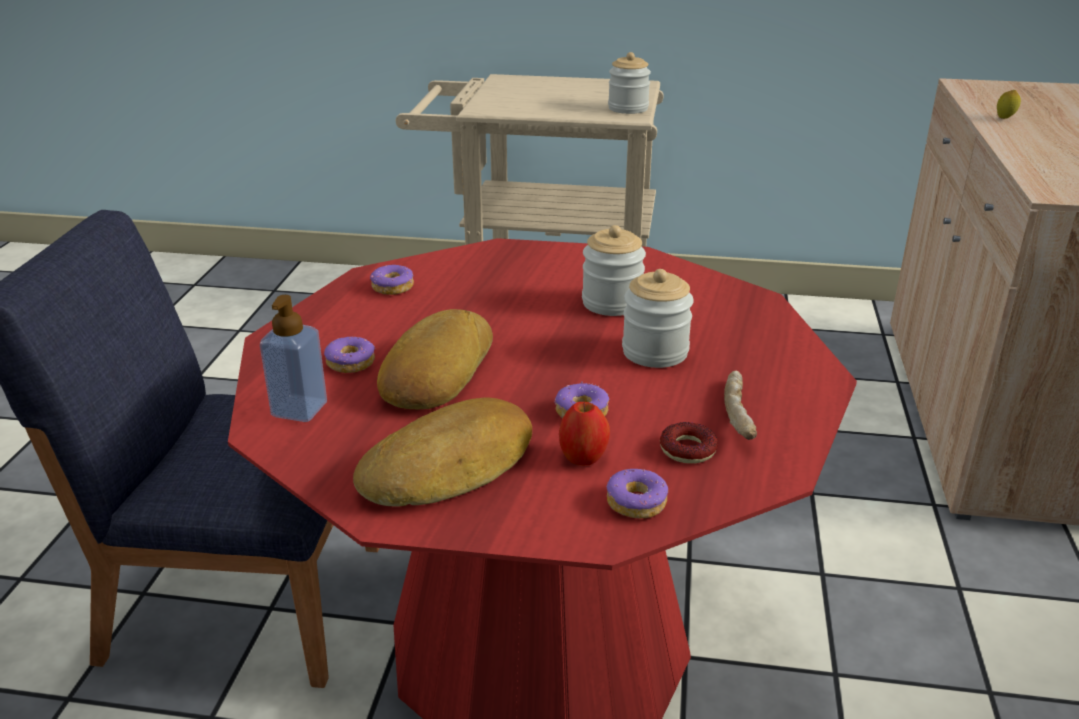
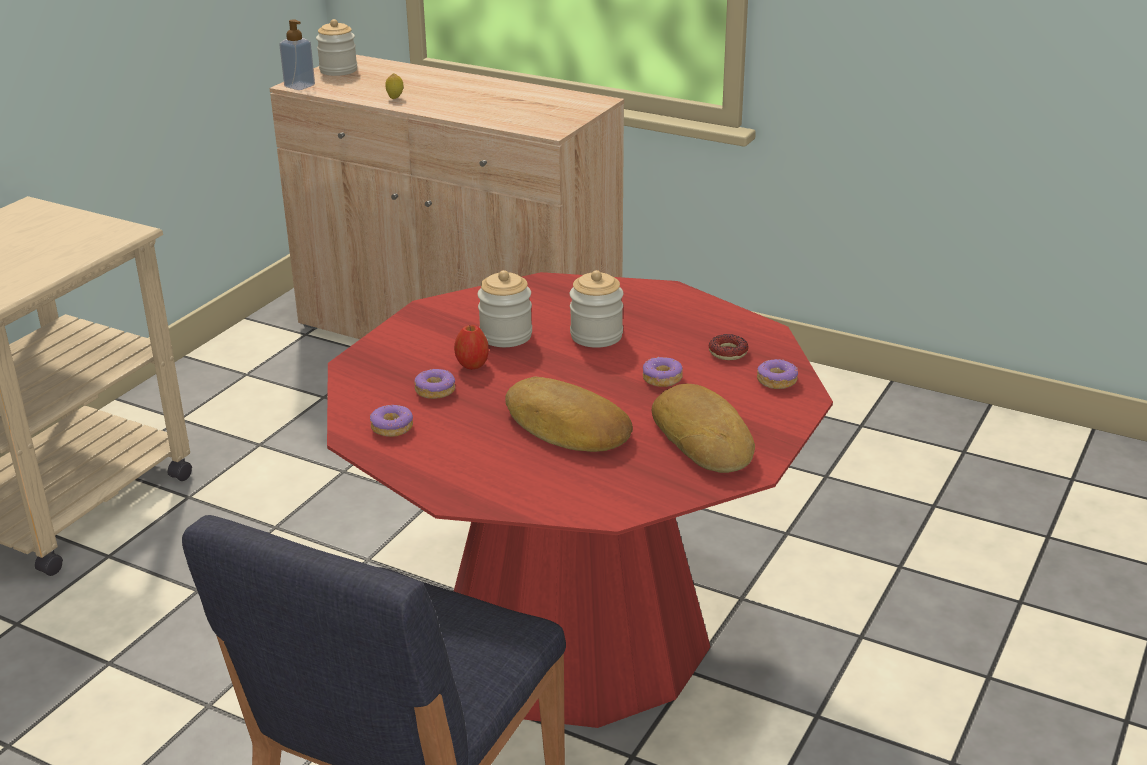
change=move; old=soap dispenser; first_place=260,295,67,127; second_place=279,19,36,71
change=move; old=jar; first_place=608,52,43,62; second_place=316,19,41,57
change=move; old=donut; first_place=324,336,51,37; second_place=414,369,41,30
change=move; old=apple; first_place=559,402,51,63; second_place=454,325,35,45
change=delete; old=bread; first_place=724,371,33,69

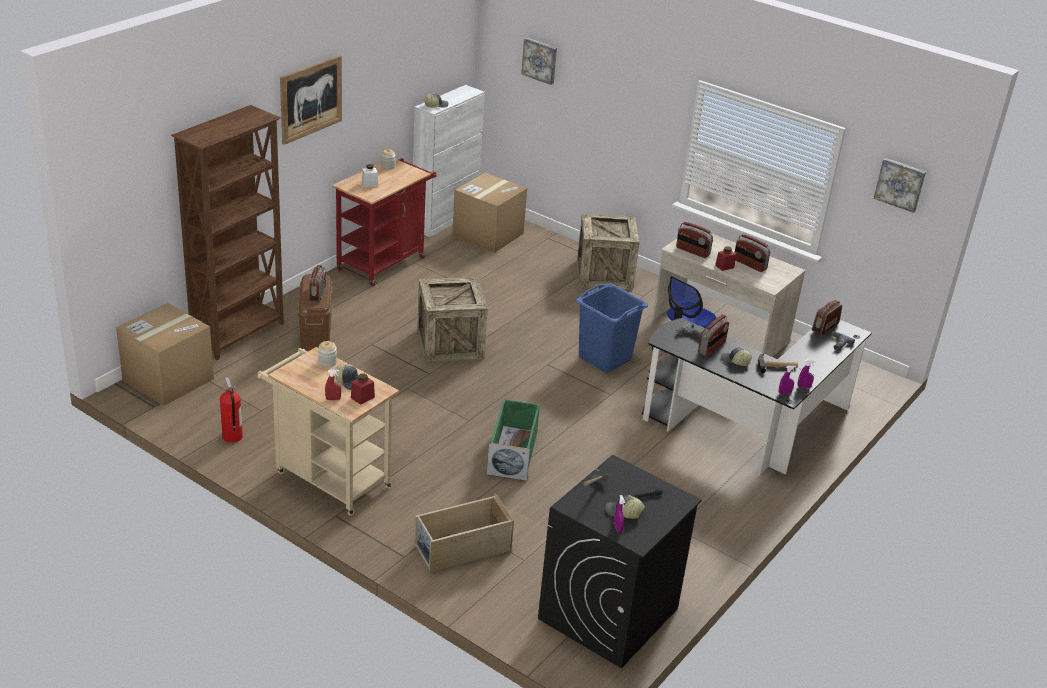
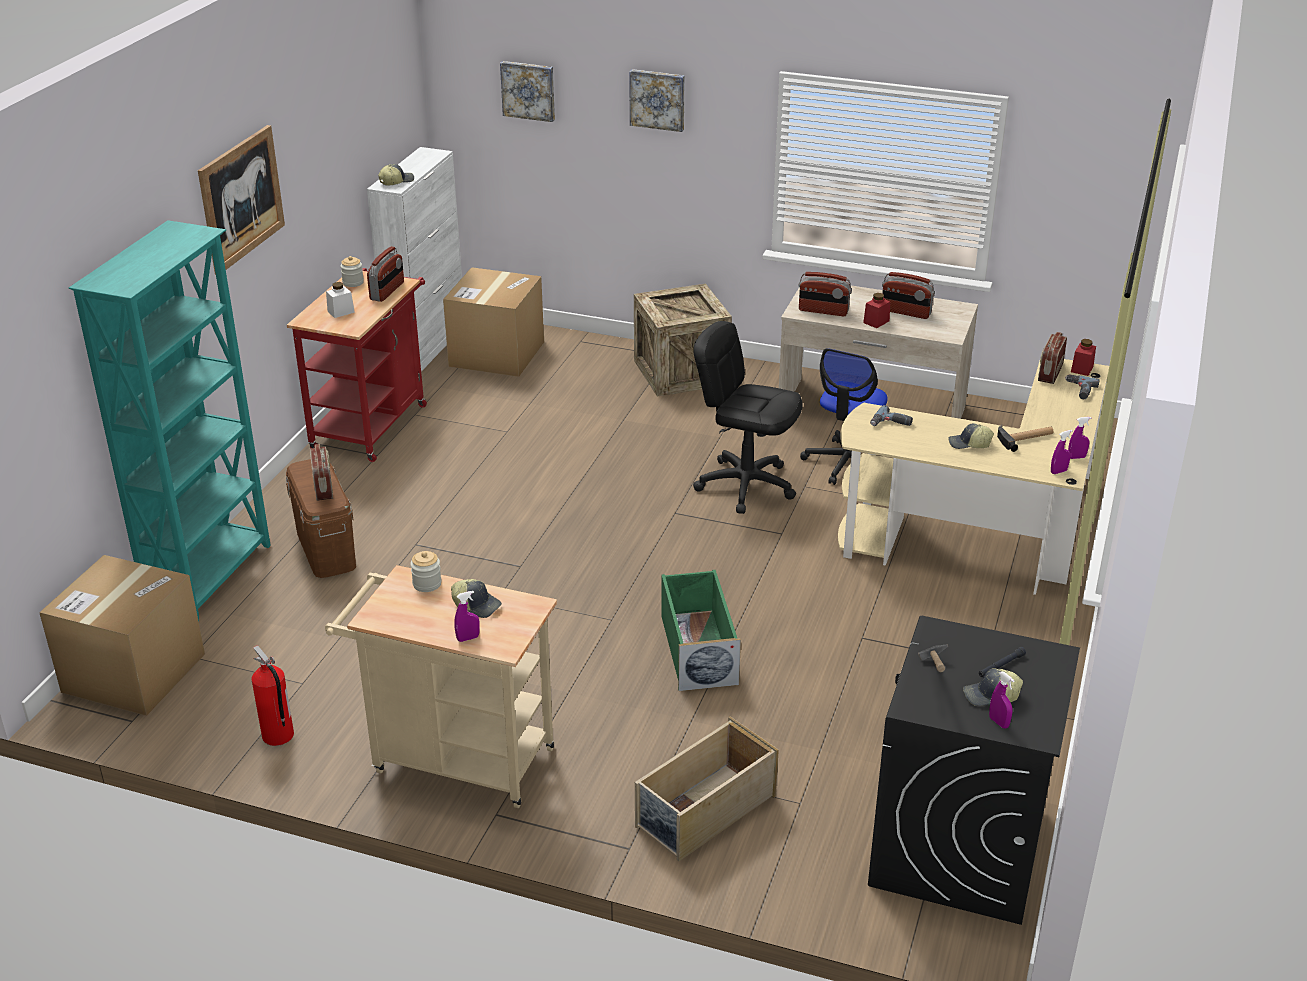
change=recolor; old=bookcase (brown); new=bookcase (turquoise); first_place=171,105,113,255; second_place=69,220,202,401
change=move; old=radio; first_place=698,314,31,42; second_place=367,246,37,56
change=recolor; old=spray bottle (red); new=spray bottle (purple); first_place=325,370,16,30; second_place=454,591,26,51
change=move; old=picture; first_place=874,158,52,55; second_place=629,69,56,63
change=replace; old=laundry basket (blue); new=office chair (black); first_place=575,284,74,89; second_place=693,321,110,193
change=recolor; old=desk (black); new=desk (beige); first_place=642,318,230,158; second_place=838,359,271,236
change=move; old=jar (red); first_place=351,373,24,32; second_place=1071,339,25,37
change=delete; old=crate; first_place=417,277,71,85

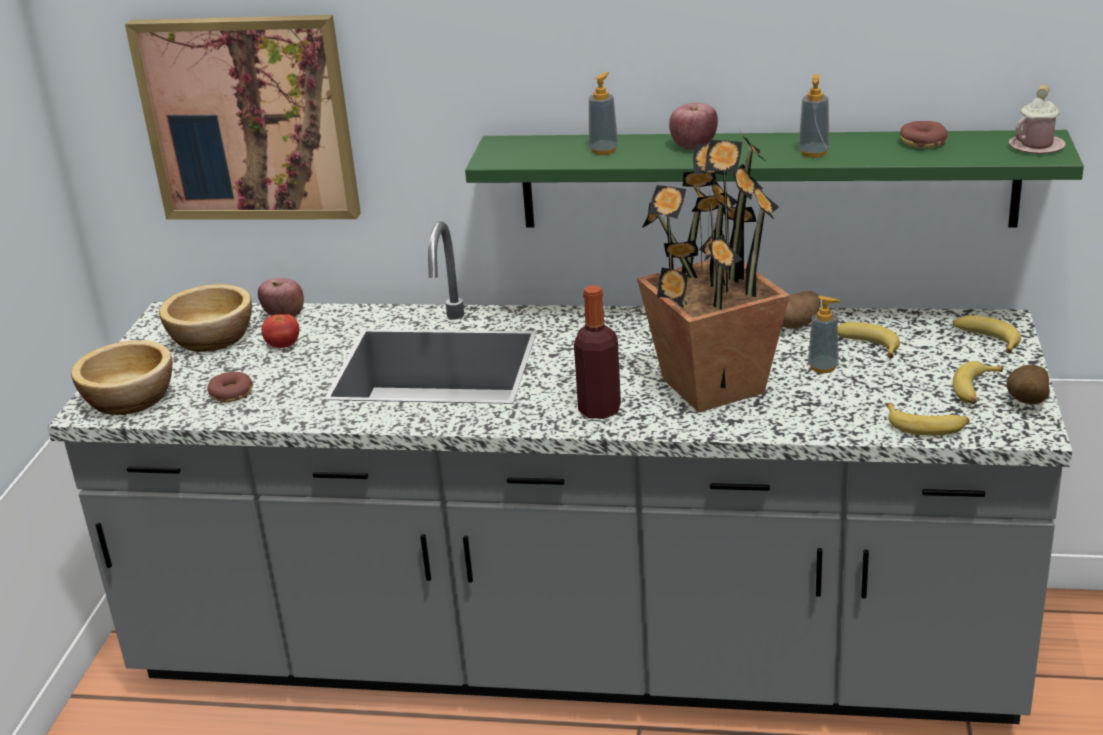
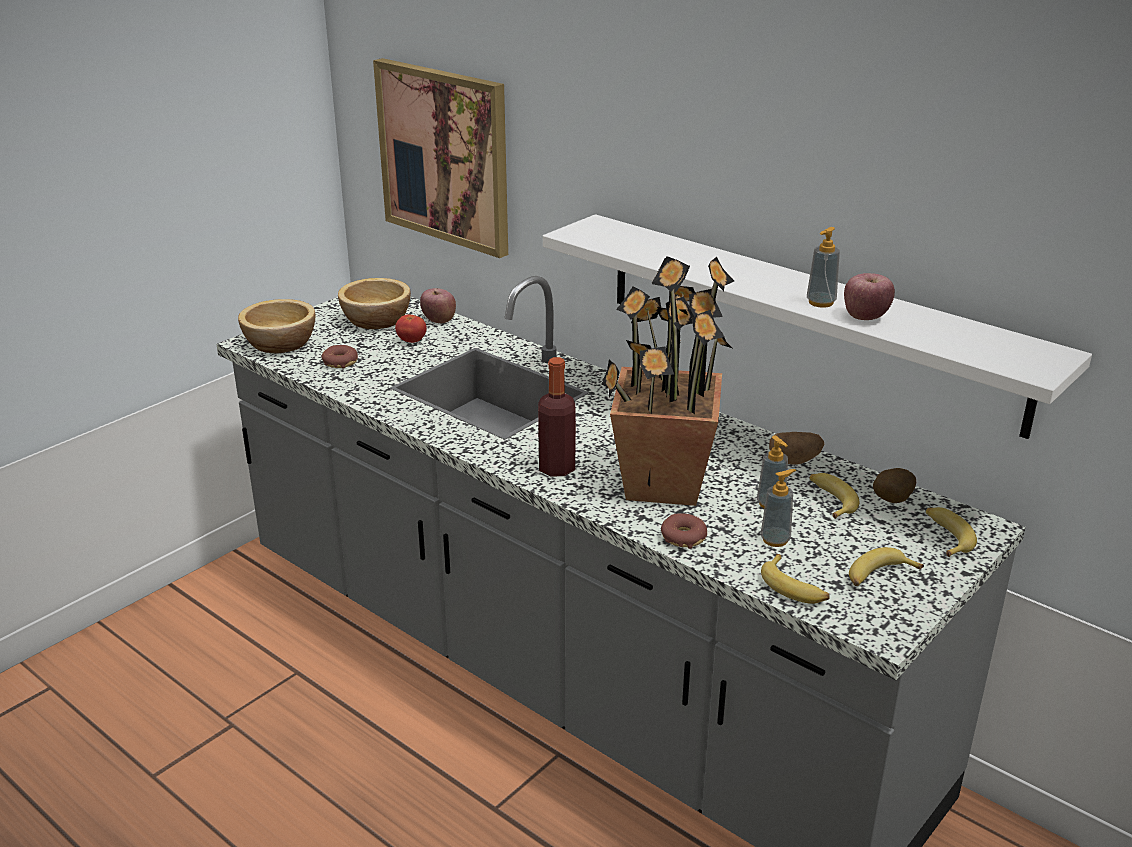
change=recolor; old=shelf (green); new=shelf (white); first_place=465,130,619,98; second_place=543,214,549,225
change=move; old=donut; first_place=900,121,48,27; second_place=661,513,46,36
change=move; old=soap dispenser; first_place=589,72,29,83; second_place=761,469,35,78
change=move; old=apple; first_place=669,103,49,46; second_place=844,273,51,47
change=move; old=potato; first_place=1006,365,44,39; second_place=873,468,43,35
change=delete; old=mug (pink); first_place=1009,84,57,70

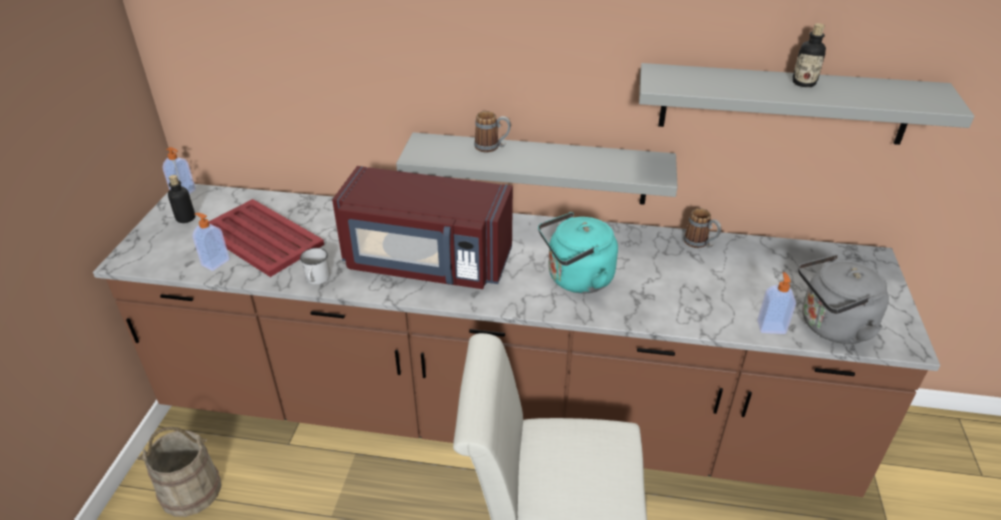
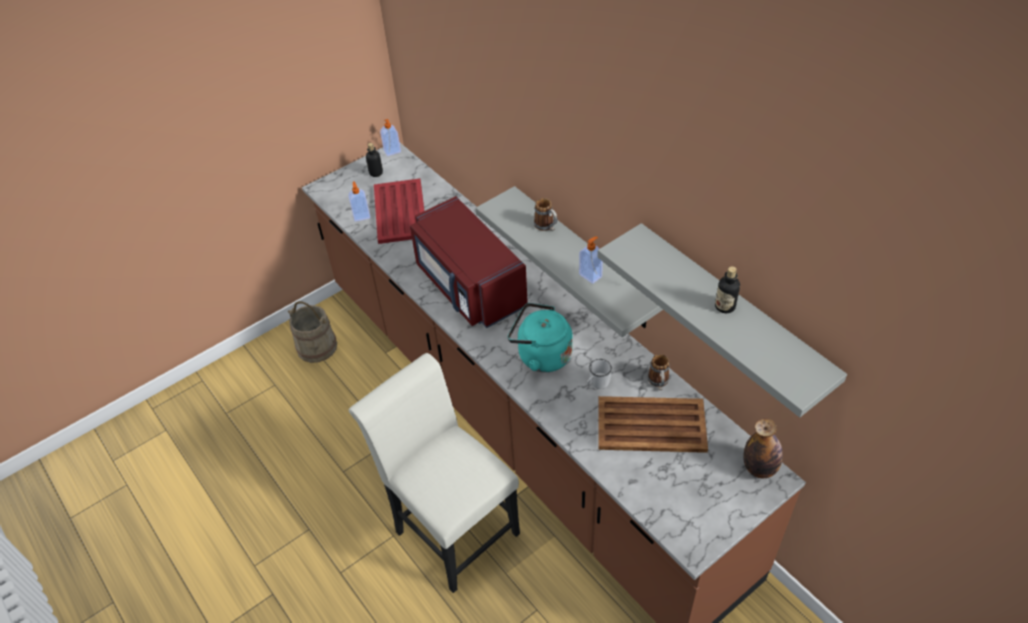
change=move; old=soap dispenser; first_place=757,272,39,62; second_place=579,237,24,47
change=move; old=mug (white); first_place=300,248,30,36; second_place=587,359,25,30
change=insert; new=tray (brown); second_place=598,396,110,57
change=insert; new=bottle; second_place=743,418,40,60
change=delete; old=kettle (grey); first_place=798,254,91,90

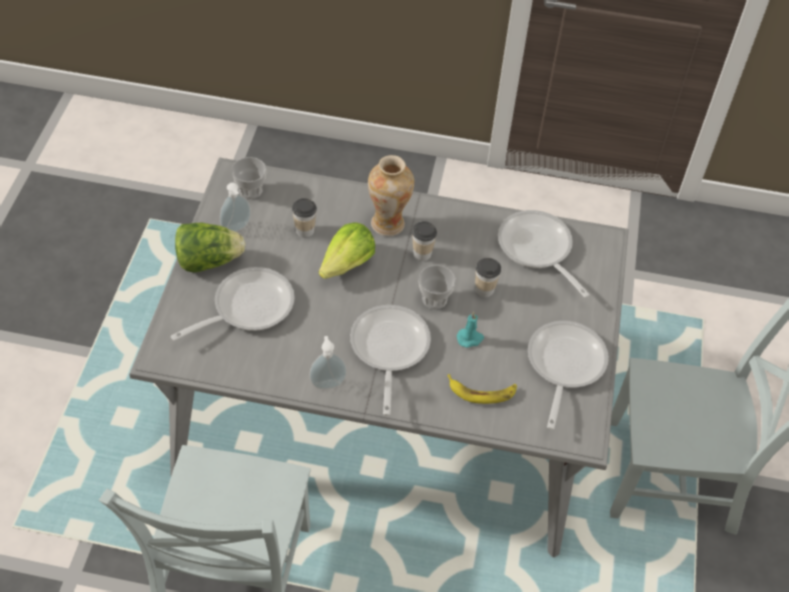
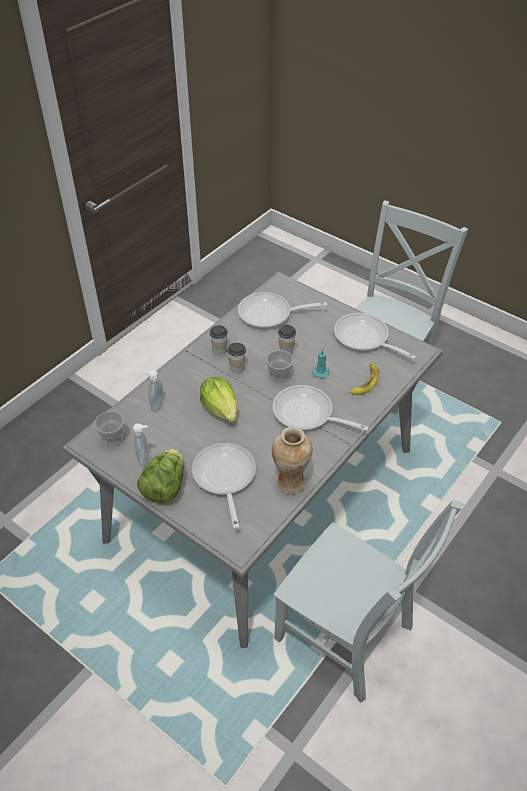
change=move; old=soap dispenser; first_place=309,336,38,53; second_place=144,370,20,42
change=move; old=cup; first_place=292,198,25,40; second_place=210,325,18,30
change=move; old=vase; first_place=368,155,46,81; second_place=272,427,41,67

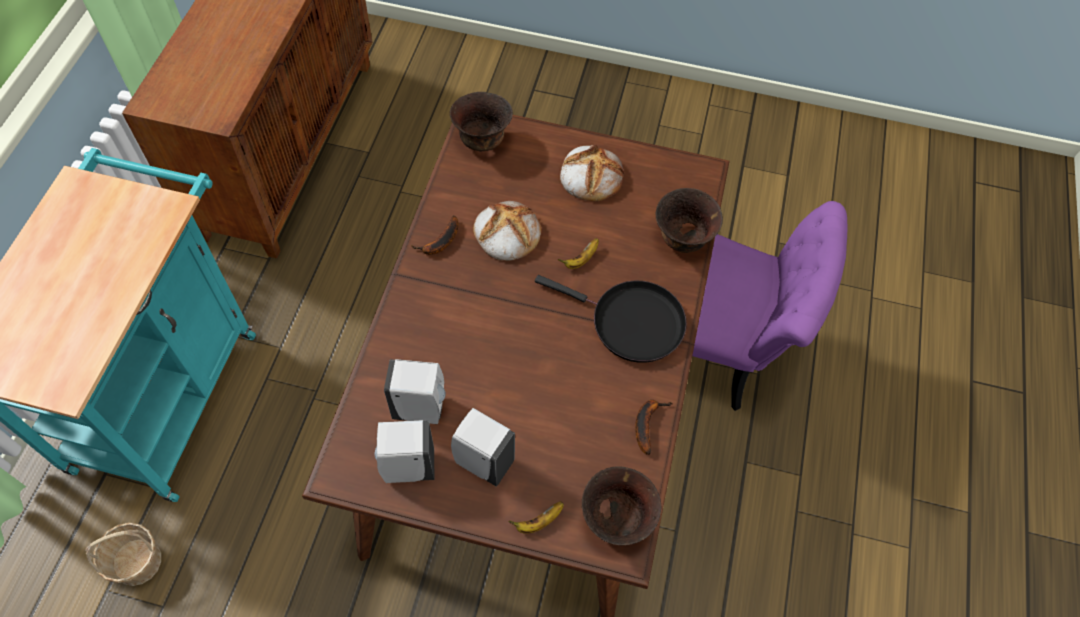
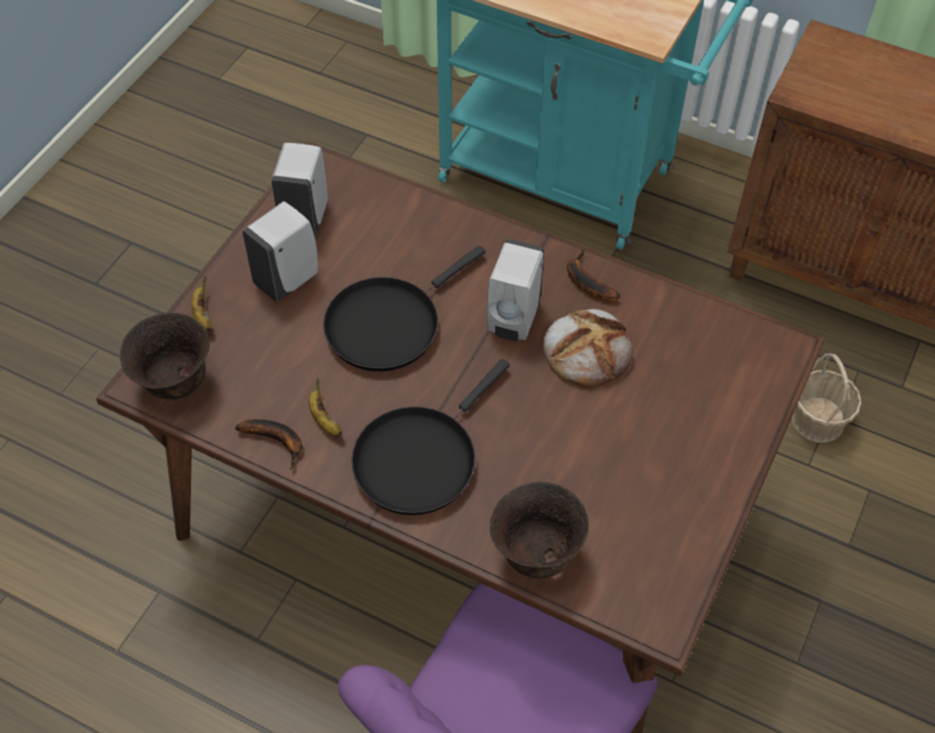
change=move; old=banana; first_place=558,238,41,31; second_place=309,378,34,57
change=insert; new=frying pan (black); second_place=323,245,163,126
change=move; old=soap dispenser (white); first_place=384,359,62,65; second_place=487,239,58,102
change=move; old=basket; first_place=85,523,76,63; second_place=792,353,70,90
change=delete; old=bowl (brown); first_place=450,92,63,60
change=delete; old=bread; first_place=560,144,64,57

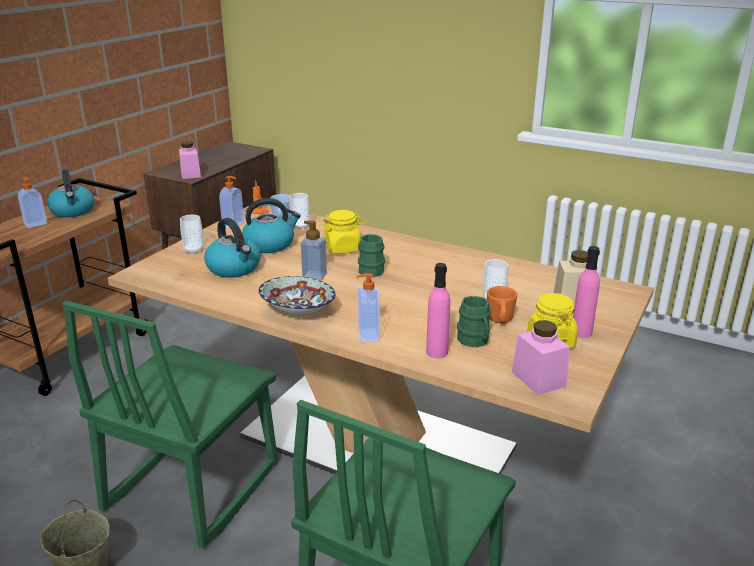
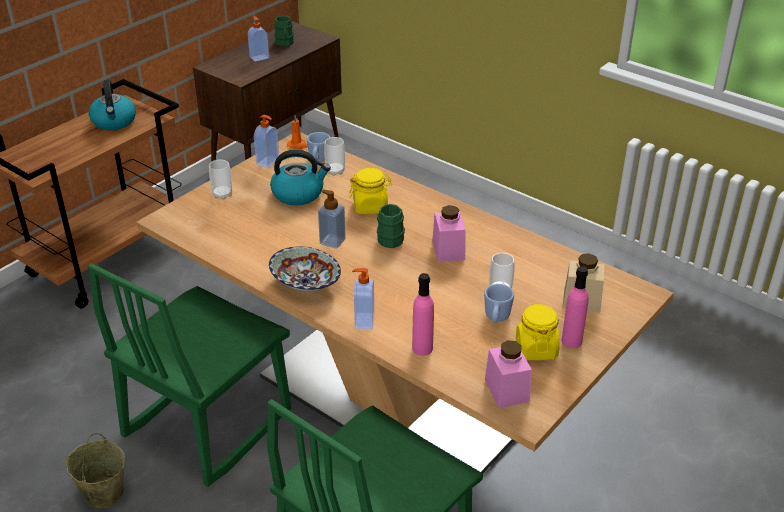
change=move; old=soap dispenser; first_place=18,177,29,51; second_place=248,17,21,45
change=move; old=mug (green); first_place=457,296,34,51; second_place=274,16,20,30
change=move; old=jar (pink); first_place=179,141,22,38; second_place=432,205,34,57
change=recolor; old=mug (orange); new=mug (blue); first_place=487,286,30,37; second_place=484,284,30,39
change=delete; old=kettle; first_place=204,218,57,60

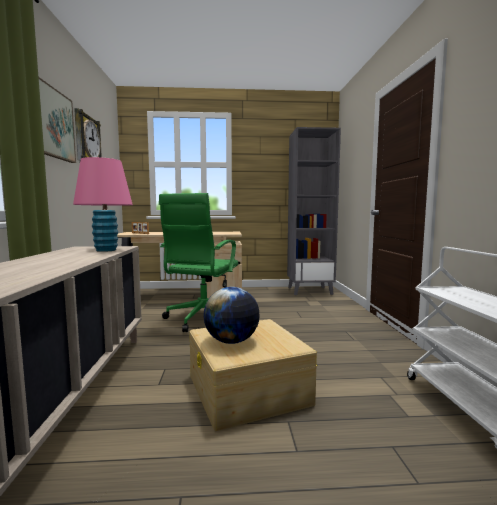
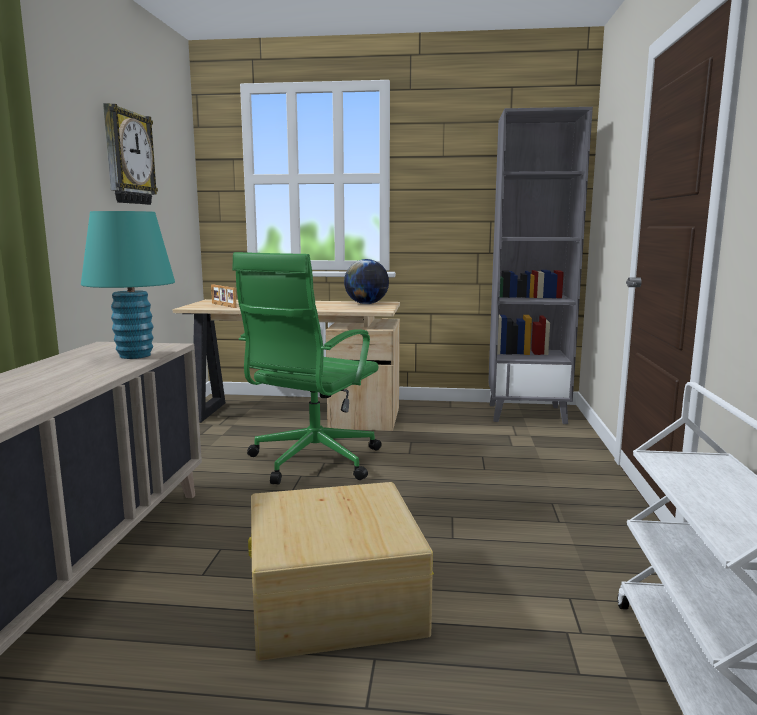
change=recolor; old=table lamp (pink); new=table lamp (turquoise); first_place=73,157,60,95; second_place=81,211,94,148
change=move; old=globe; first_place=203,287,57,57; second_place=344,259,45,45
change=delete; old=picture; first_place=39,77,37,86

